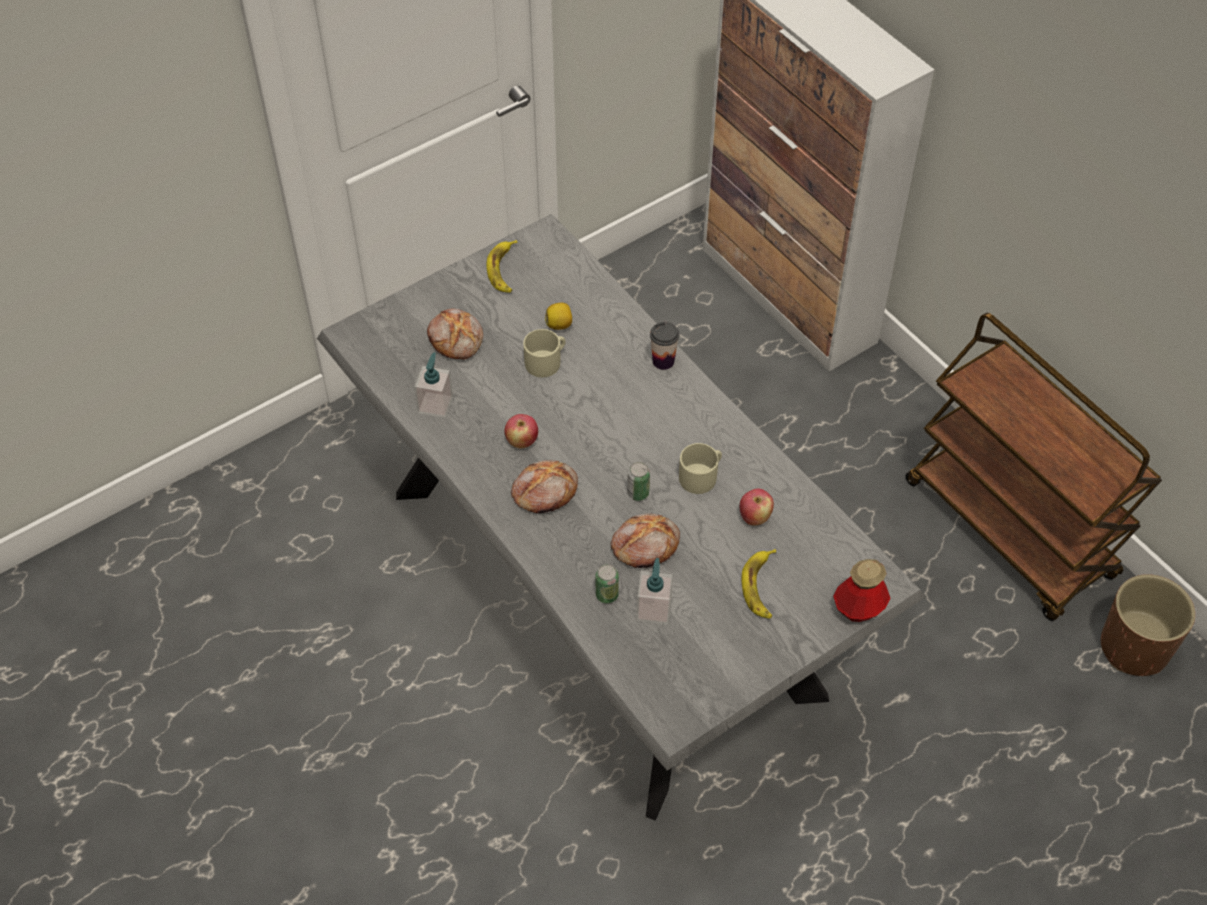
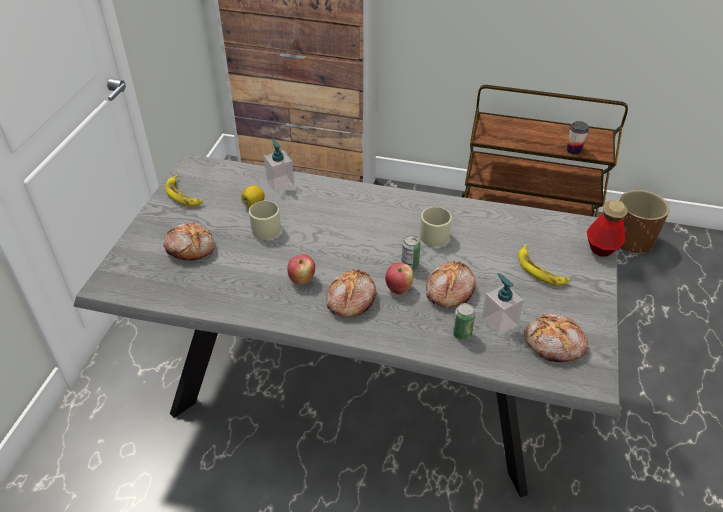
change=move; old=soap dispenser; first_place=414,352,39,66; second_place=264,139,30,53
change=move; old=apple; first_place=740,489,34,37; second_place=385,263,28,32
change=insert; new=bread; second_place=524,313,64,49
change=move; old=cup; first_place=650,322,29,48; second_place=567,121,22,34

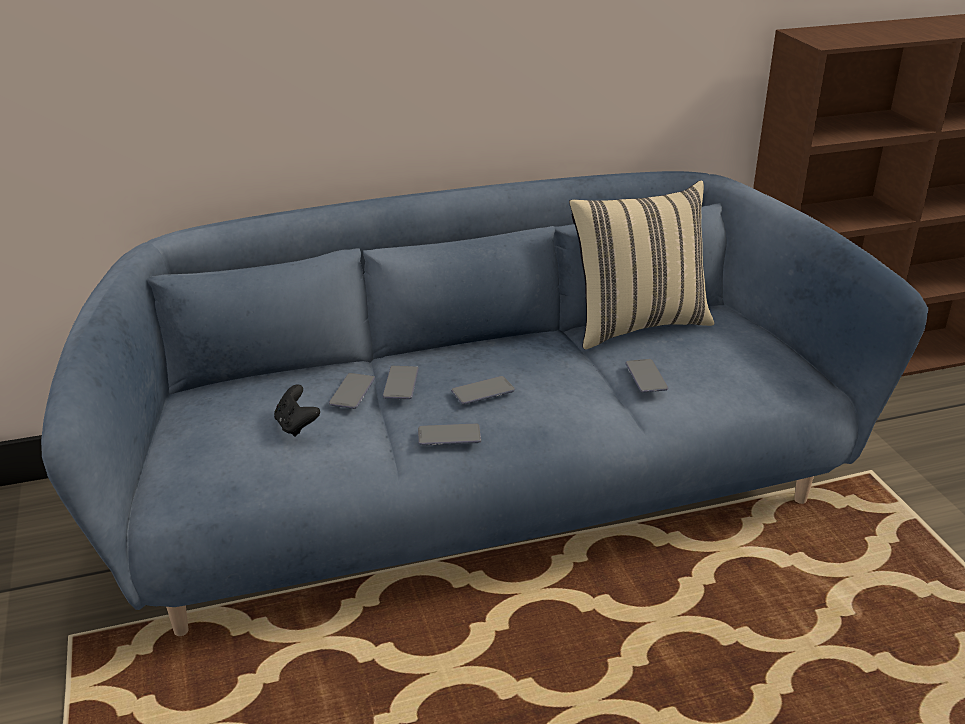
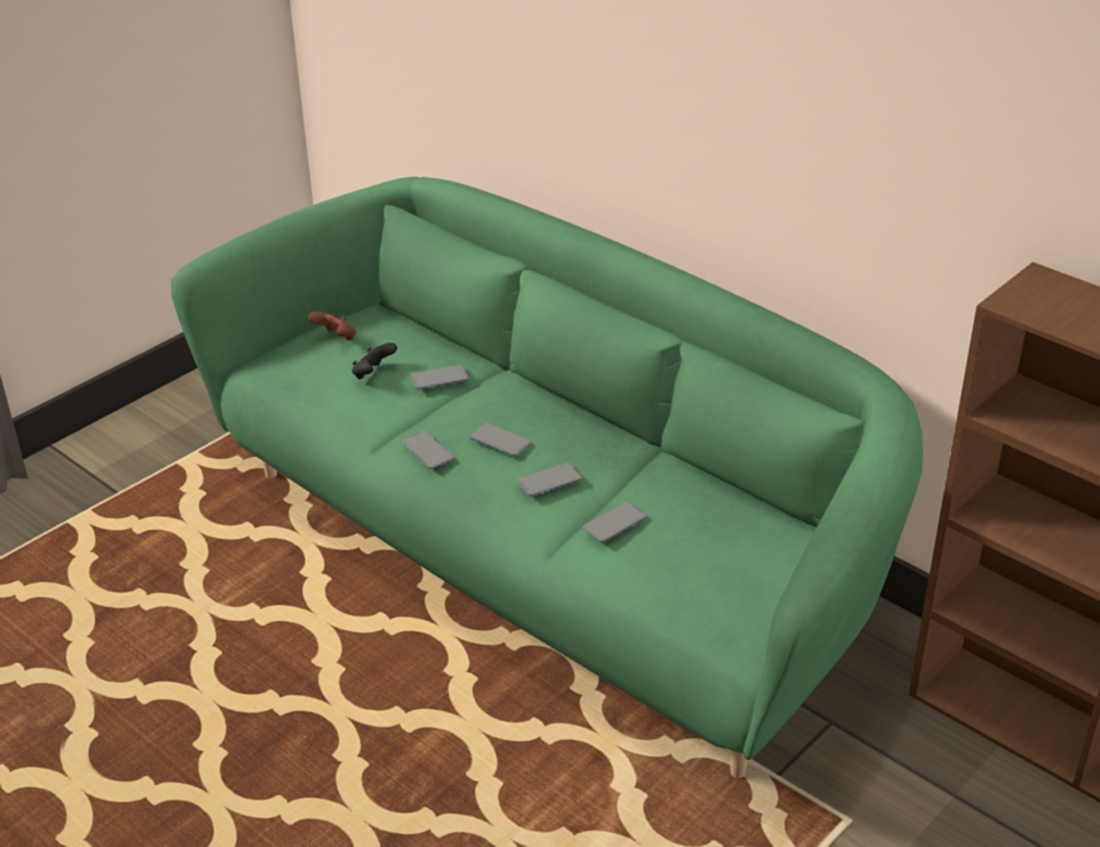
change=recolor; old=sofa (blue); new=sofa (green); first_place=41,171,887,465; second_place=171,177,752,601
change=insert; new=game controller (brown); second_place=308,312,48,28
change=move; old=phone; first_place=383,366,36,33; second_place=517,463,65,34
change=delete; old=pillow (beige); first_place=569,181,145,168

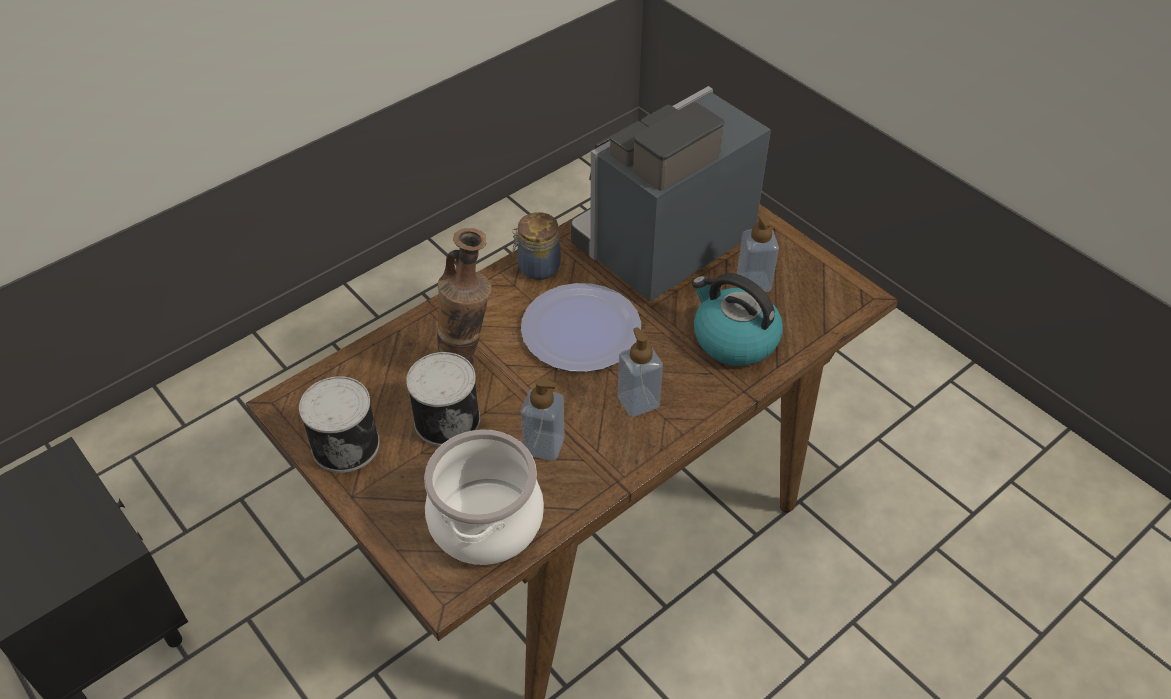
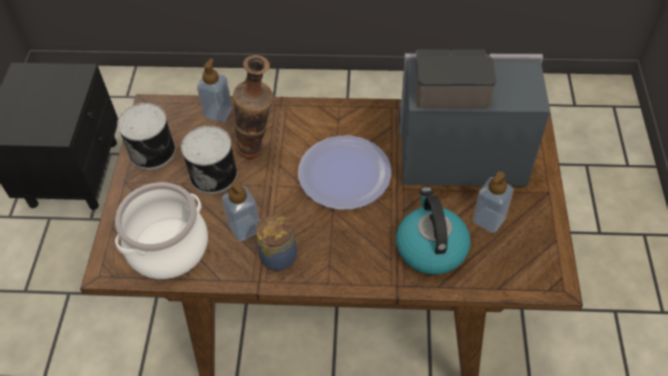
change=move; old=soap dispenser; first_place=618,327,45,90; second_place=197,58,35,64
change=move; old=jar; first_place=512,212,49,68; second_place=255,215,42,56

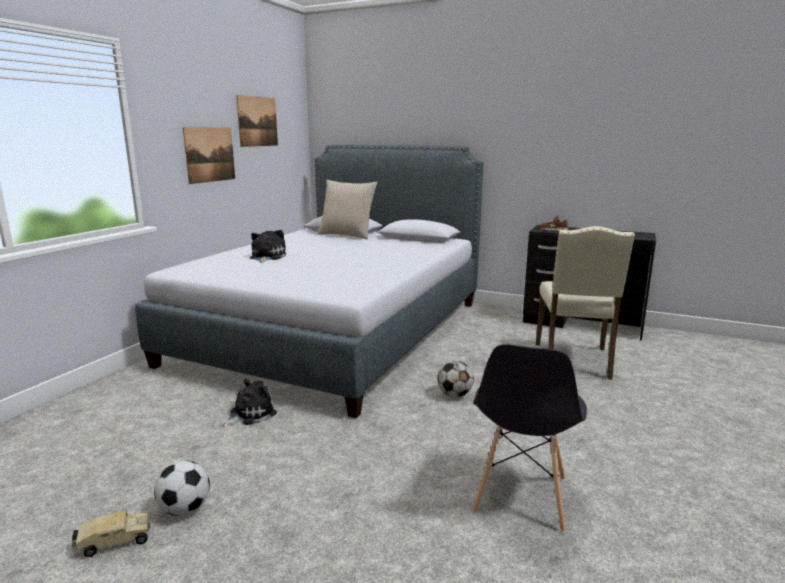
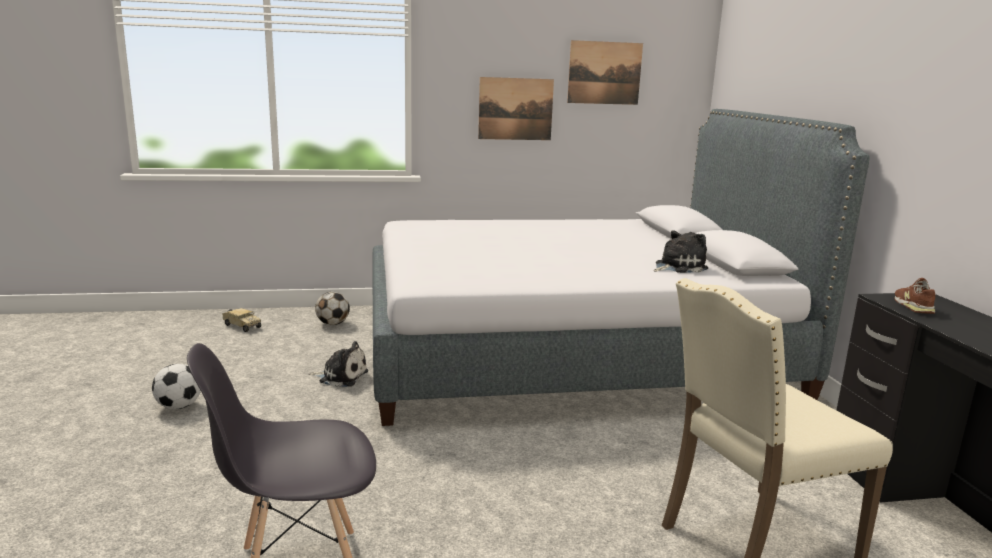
change=move; old=toy truck; first_place=72,510,78,47; second_place=222,308,39,24
change=move; old=football; first_place=438,361,36,36; second_place=315,292,35,33
change=move; old=plush toy; first_place=250,230,36,33; second_place=653,230,55,43
change=delete; old=pillow (beige); first_place=317,180,61,60

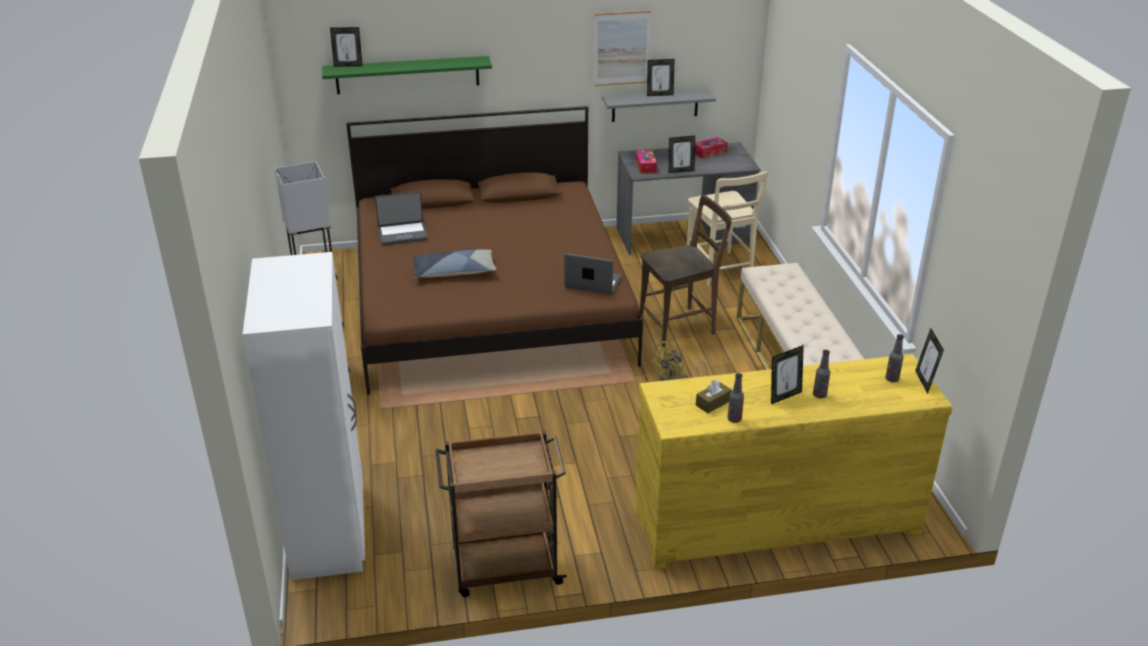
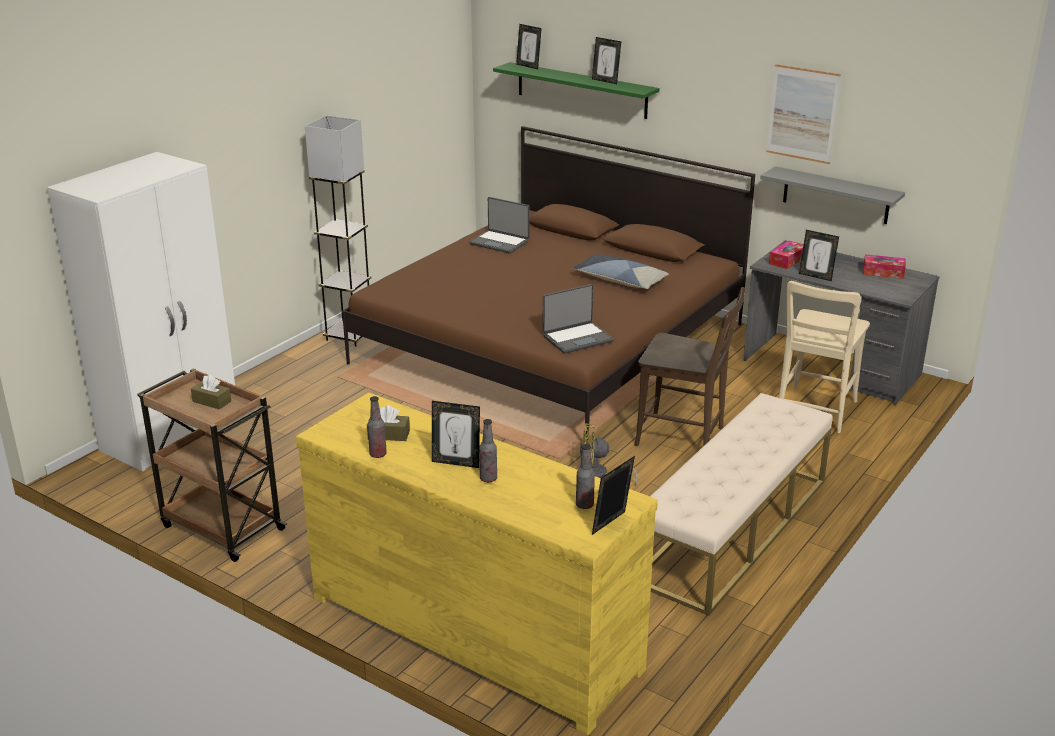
change=insert; new=tissue box (brown); second_place=191,375,40,34
change=rotate; old=laptop; first_place=564,253,58,42; second_place=543,284,71,70; degrees=90
change=move; old=pillow; first_place=412,249,85,29; second_place=573,254,96,35
change=move; old=picture frame; first_place=647,59,28,37; second_place=592,37,29,47

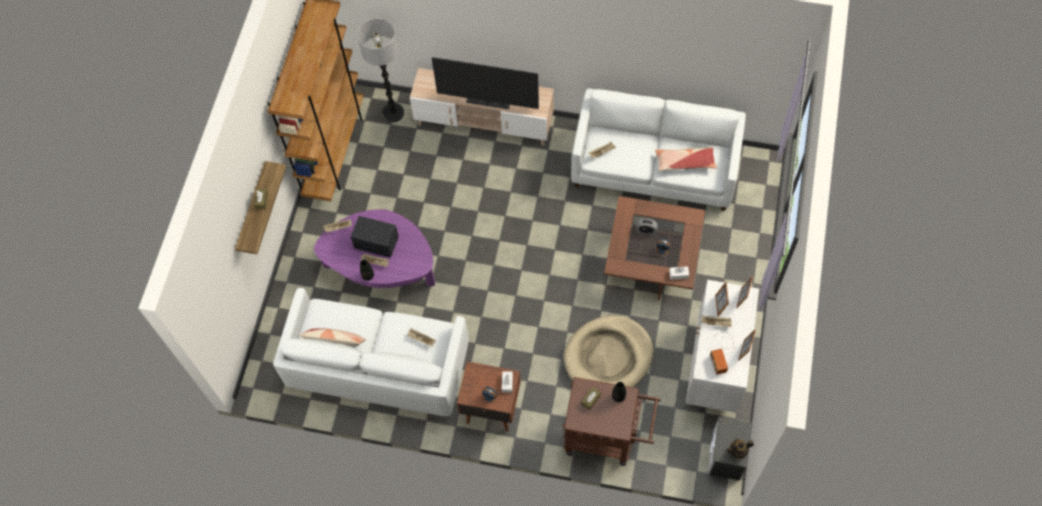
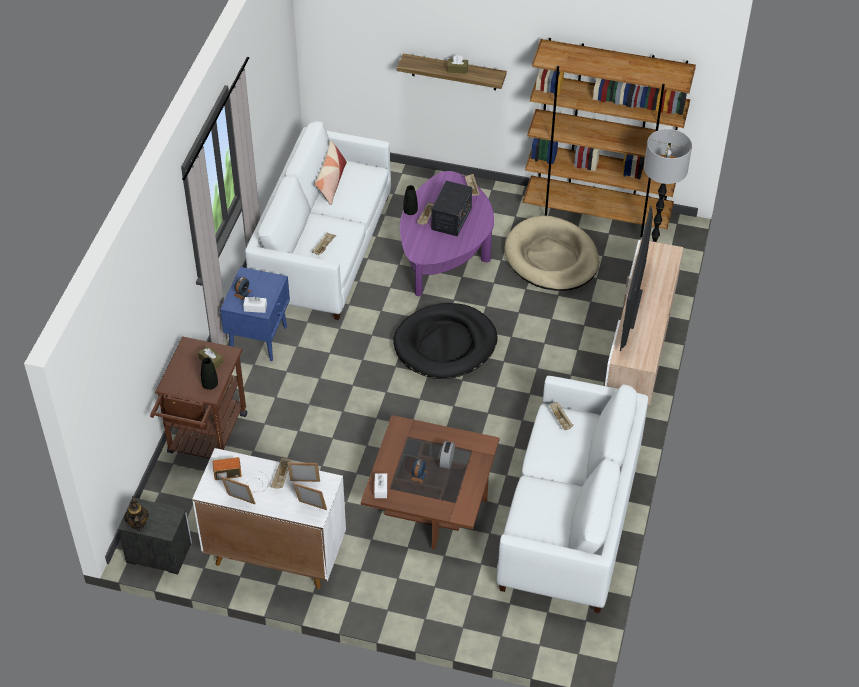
change=recolor; old=nightstand (brown); new=nightstand (blue); first_place=457,361,64,70; second_place=220,267,70,94
change=insert; new=dog bed (black); second_place=393,303,105,76
change=move; old=dog bed (beige); first_place=564,315,90,72; second_place=504,215,95,76
change=delete; old=pillow; first_place=655,146,62,25

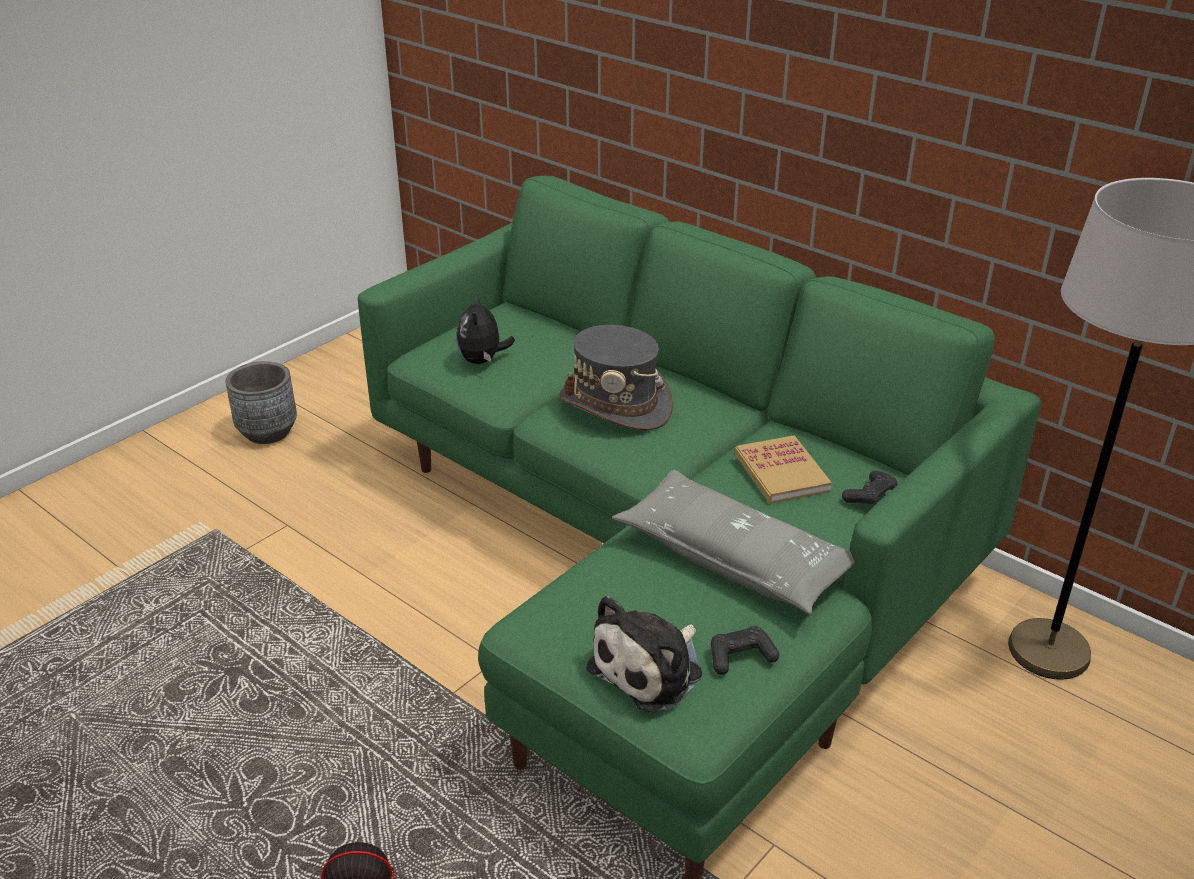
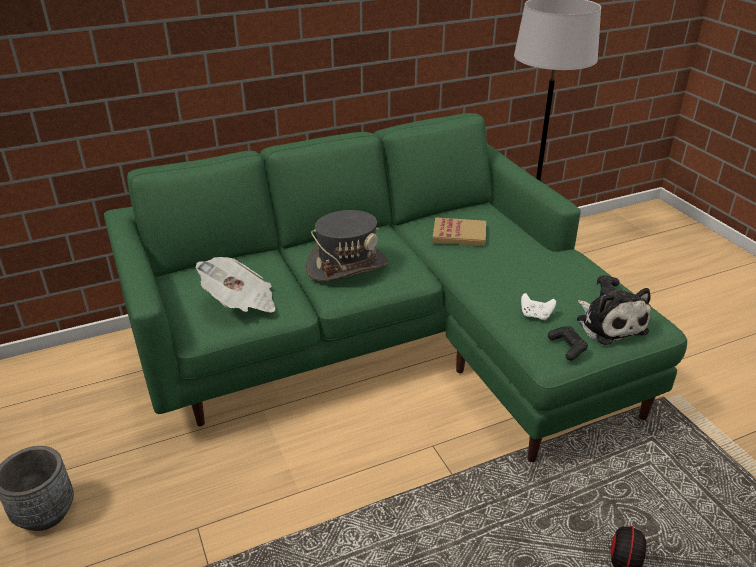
change=replace; old=plush toy; new=newspaper; first_place=456,294,59,70; second_place=196,257,80,56
change=insert; new=game controller (white); second_place=521,293,35,27
change=move; old=game controller (black); first_place=842,470,56,36; second_place=548,326,40,35
change=delete; old=pillow (grey); first_place=612,470,243,144

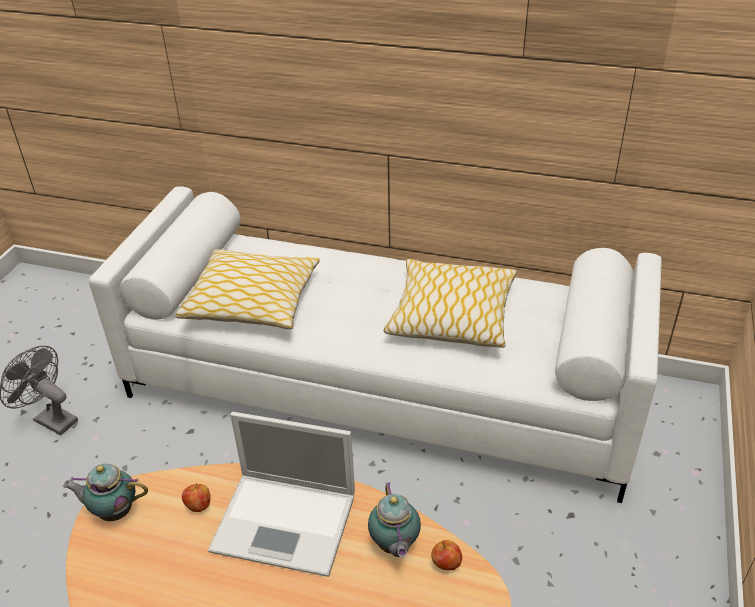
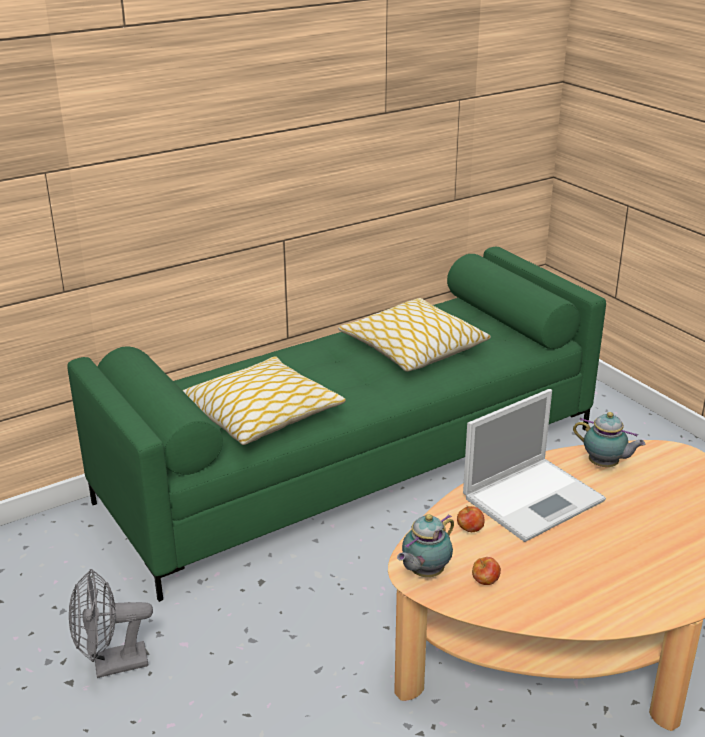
change=recolor; old=sofa (white); new=sofa (green); first_place=89,186,573,317; second_place=67,247,539,355
change=move; old=apple; first_place=431,540,31,30; second_place=472,557,29,28

